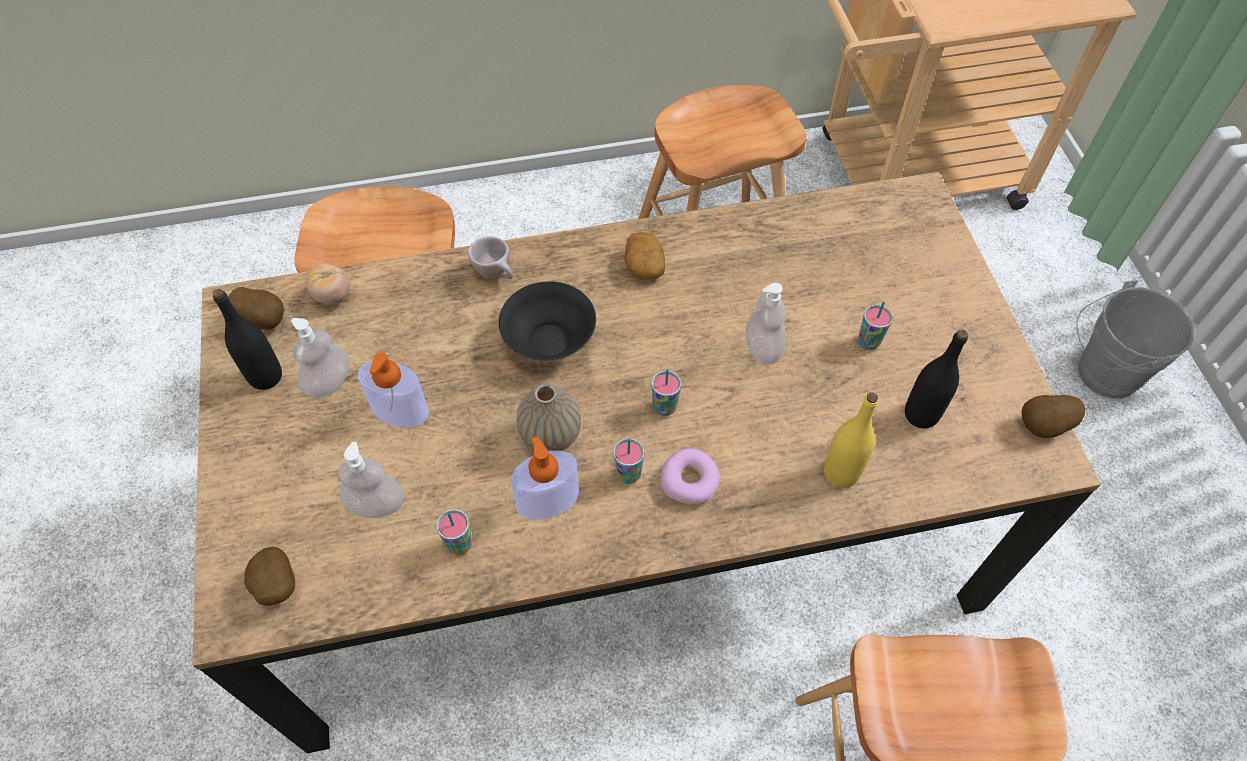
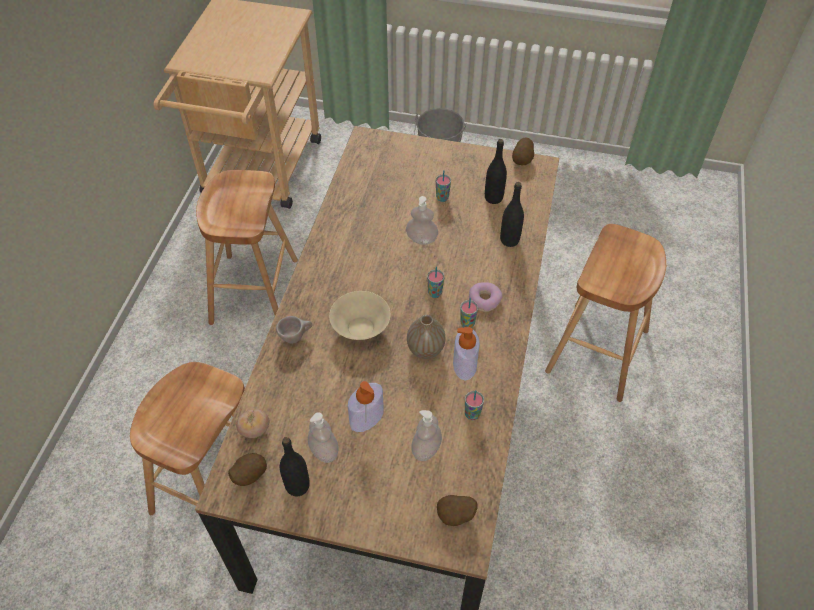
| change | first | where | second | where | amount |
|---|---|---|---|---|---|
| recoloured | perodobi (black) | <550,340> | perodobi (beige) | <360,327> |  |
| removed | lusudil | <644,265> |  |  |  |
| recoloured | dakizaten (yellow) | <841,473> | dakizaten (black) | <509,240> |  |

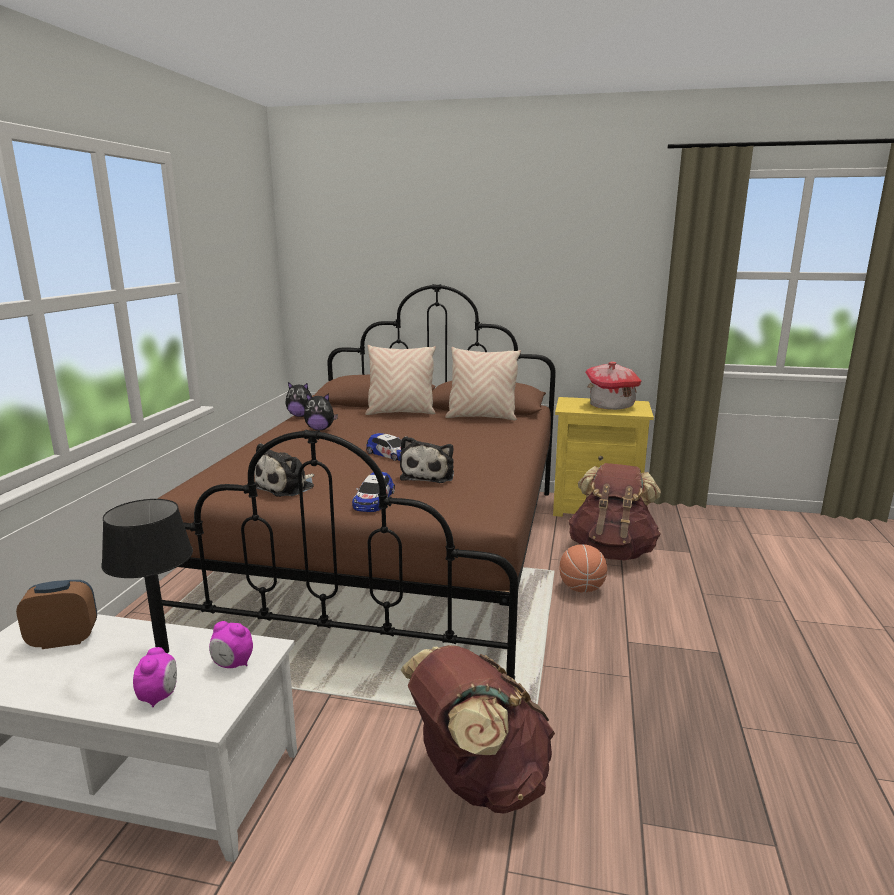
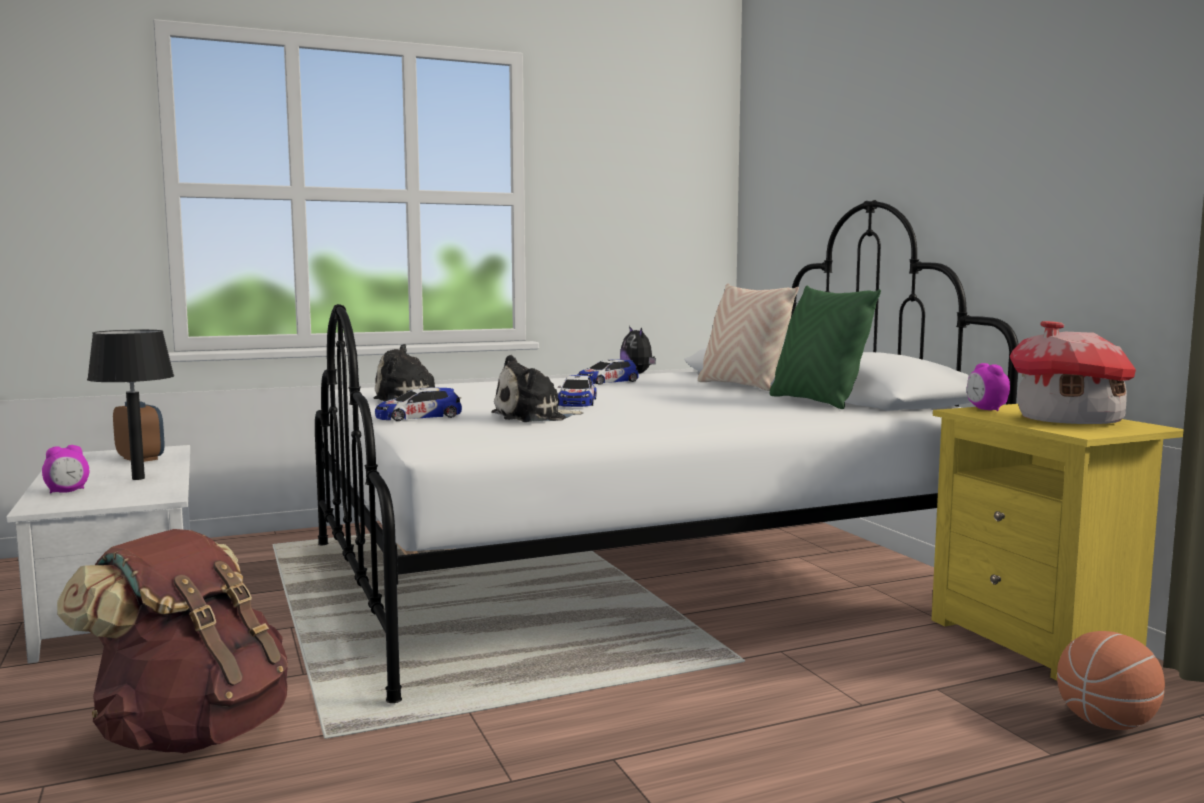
| change | first | where | second | where | amount |
|---|---|---|---|---|---|
| recoloured | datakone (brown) | <397,551> | datakone (white) | <633,571> |  |
| moved | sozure | <232,664> |  | <986,409> |  |
| replaced | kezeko | <320,429> | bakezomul | <607,381> |  |
| recoloured | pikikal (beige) | <481,417> | pikikal (green) | <817,402> |  |
| moved | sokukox | <581,588> |  | <1106,723> |  |
| removed | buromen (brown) | <611,552> |  |  |  |

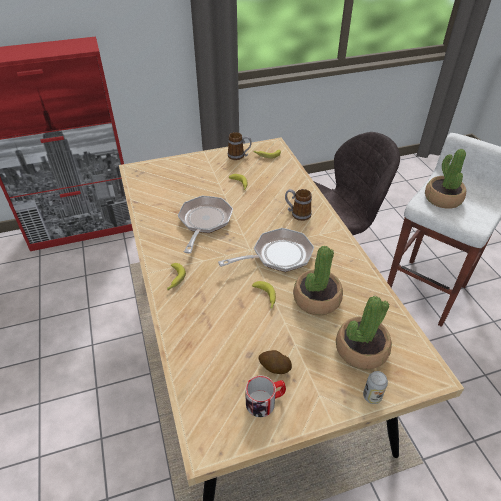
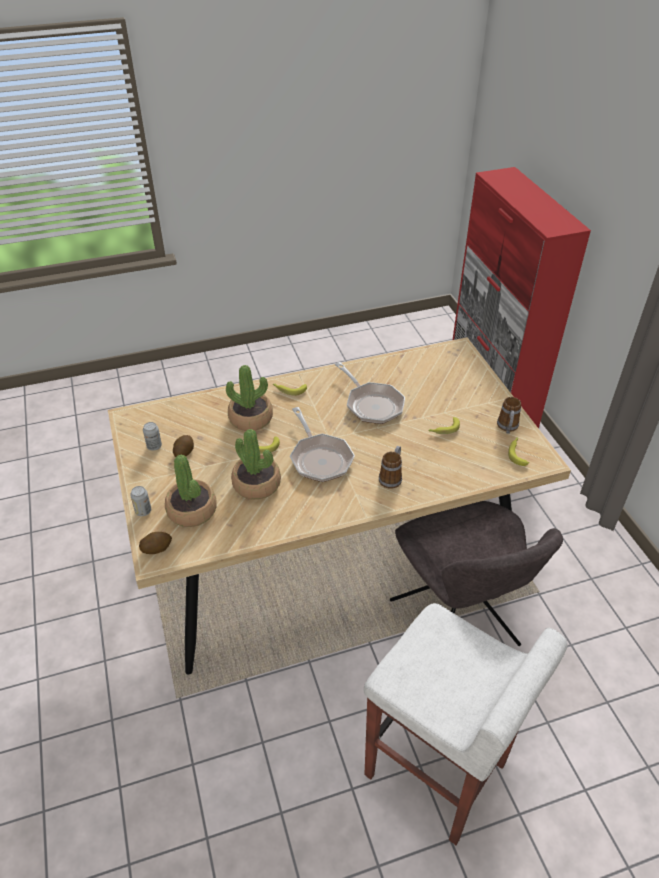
| change | first | where | second | where | amount |
|---|---|---|---|---|---|
| turned | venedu | <204,222> |  | <371,404> | 45 degrees clockwise |
| replaced | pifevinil | <265,401> | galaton | <154,446> |  |
| moved | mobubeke | <442,199> |  | <251,418> |  |
| added |  |  | lusudil | <156,548> |  |

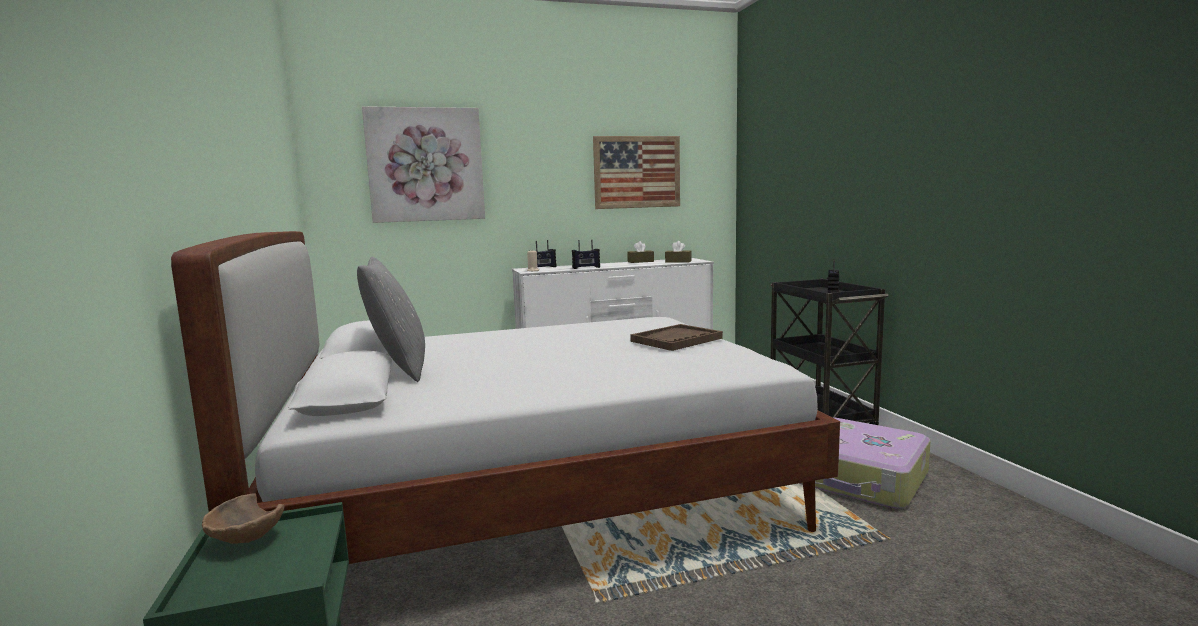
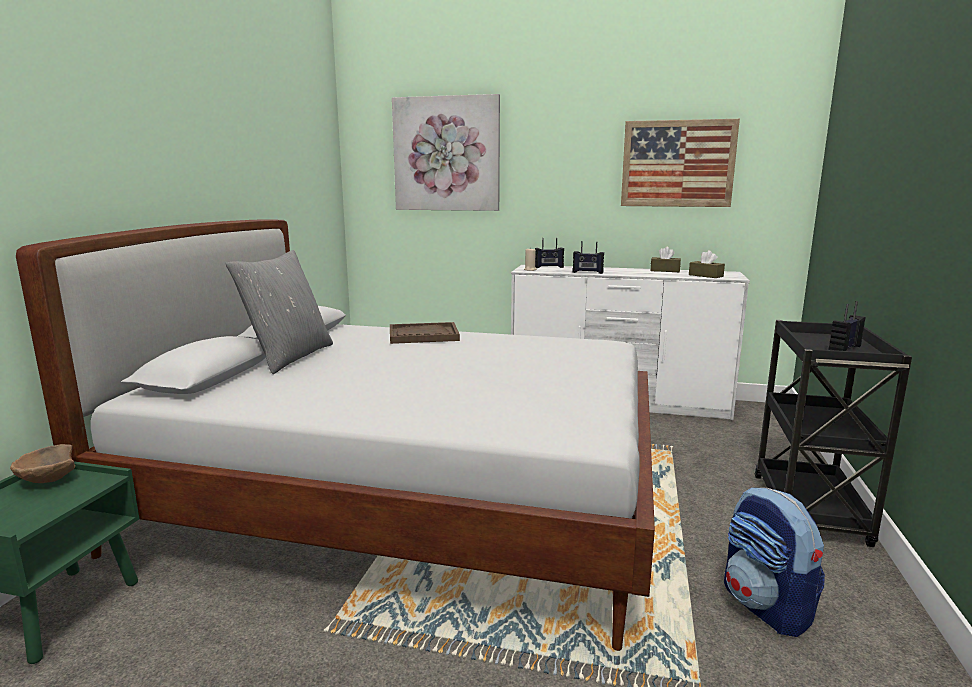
| change | first | where | second | where | amount |
|---|---|---|---|---|---|
| moved | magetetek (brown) | <676,340> |  | <423,335> |  |
| replaced | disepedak | <861,479> | buromen | <766,607> |  |

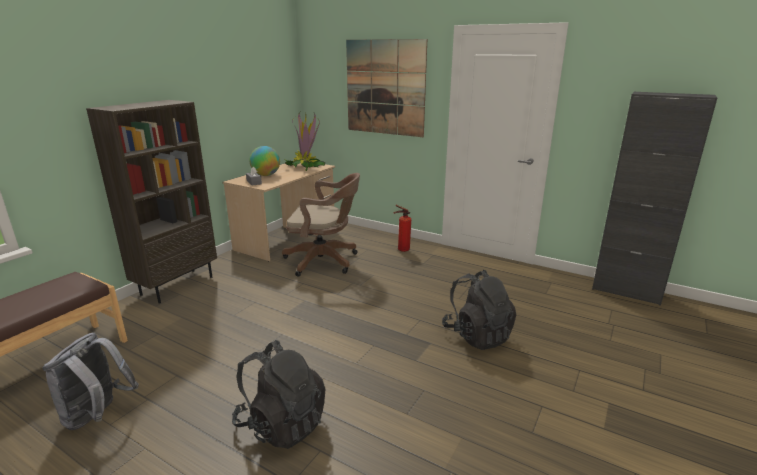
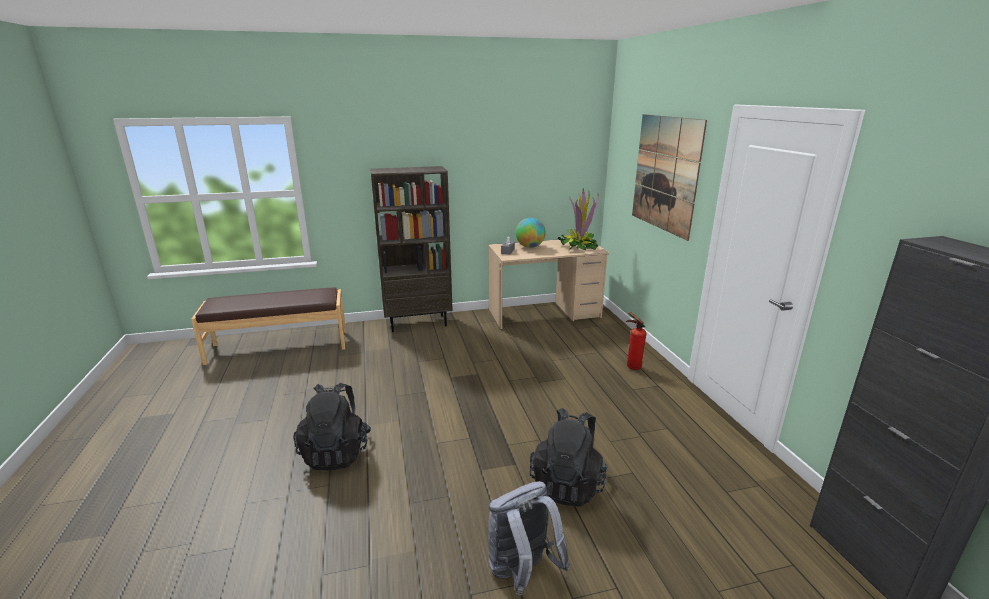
| change | first | where | second | where | amount |
|---|---|---|---|---|---|
| moved | buromen (grey) | <98,416> |  | <522,572> |  |
| removed | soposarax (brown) | <325,261> |  |  |  |

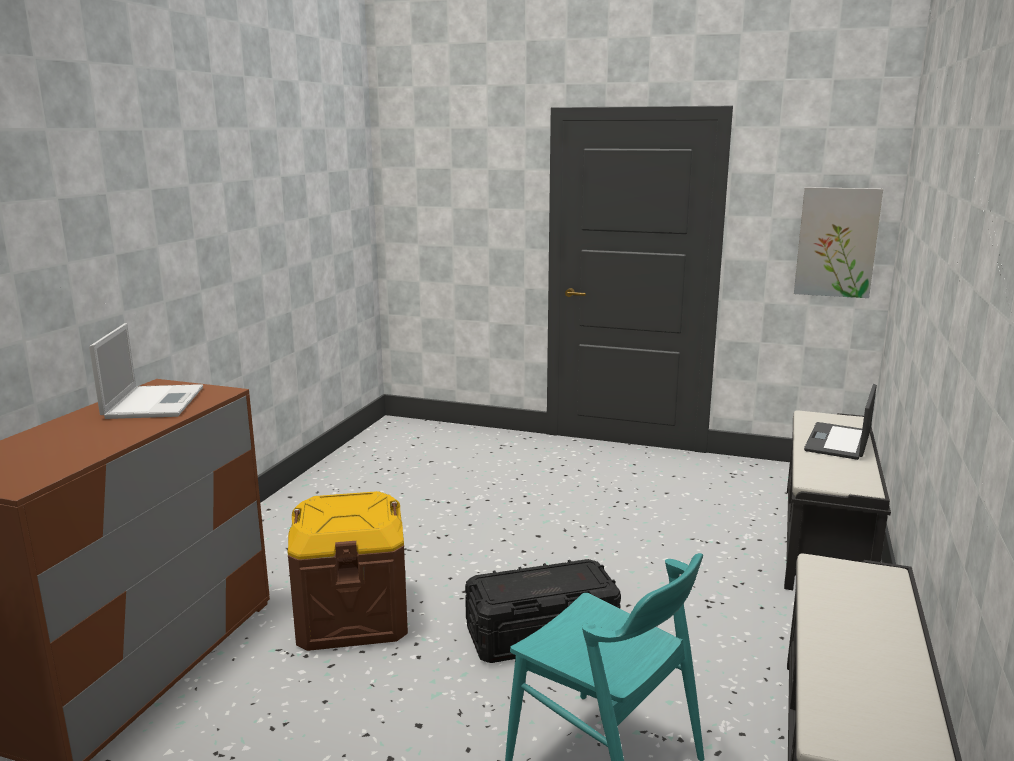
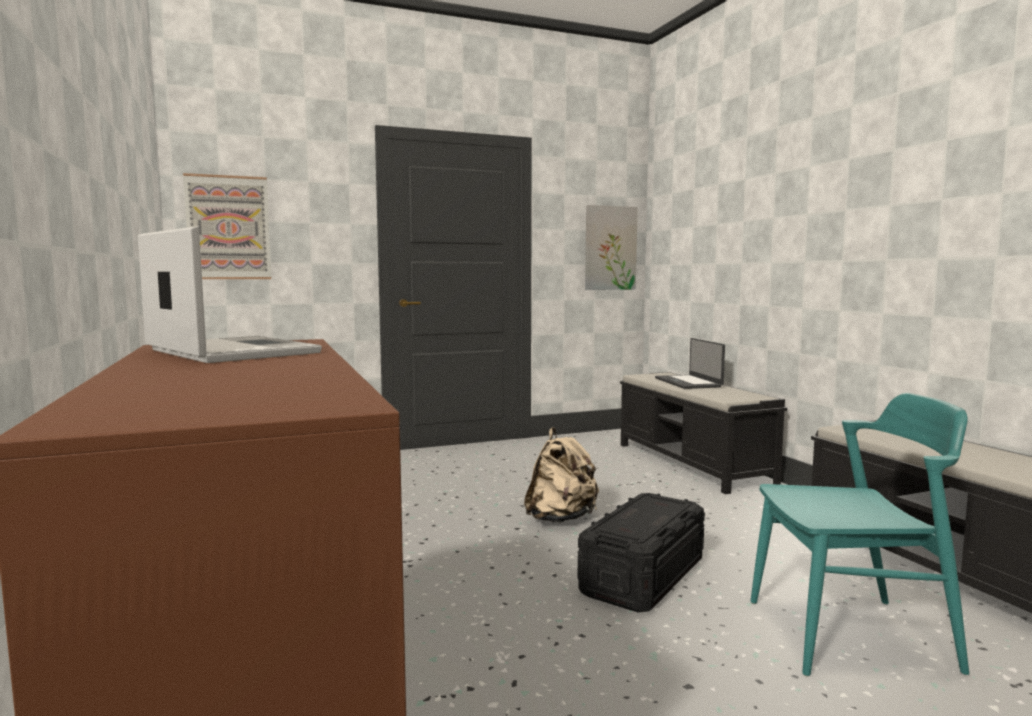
| change | first | where | second | where | amount |
|---|---|---|---|---|---|
| removed | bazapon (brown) | <352,616> |  |  |  |
| added |  |  | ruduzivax | <228,228> |  |
| added |  |  | buromen (beige) | <561,519> |  |

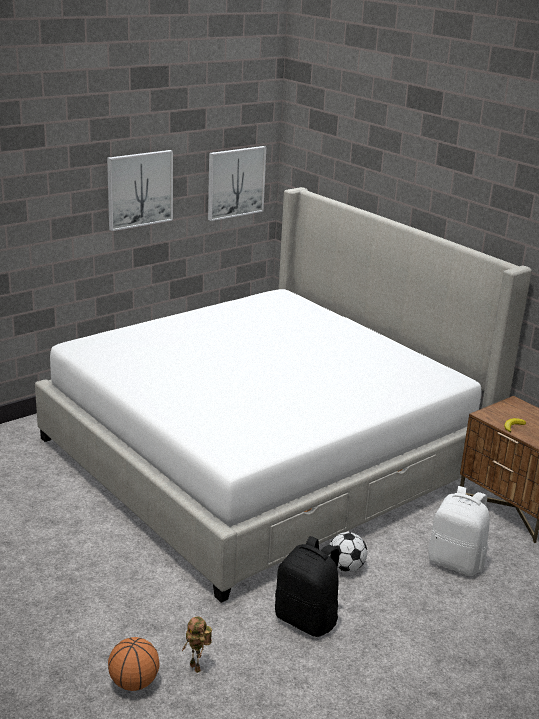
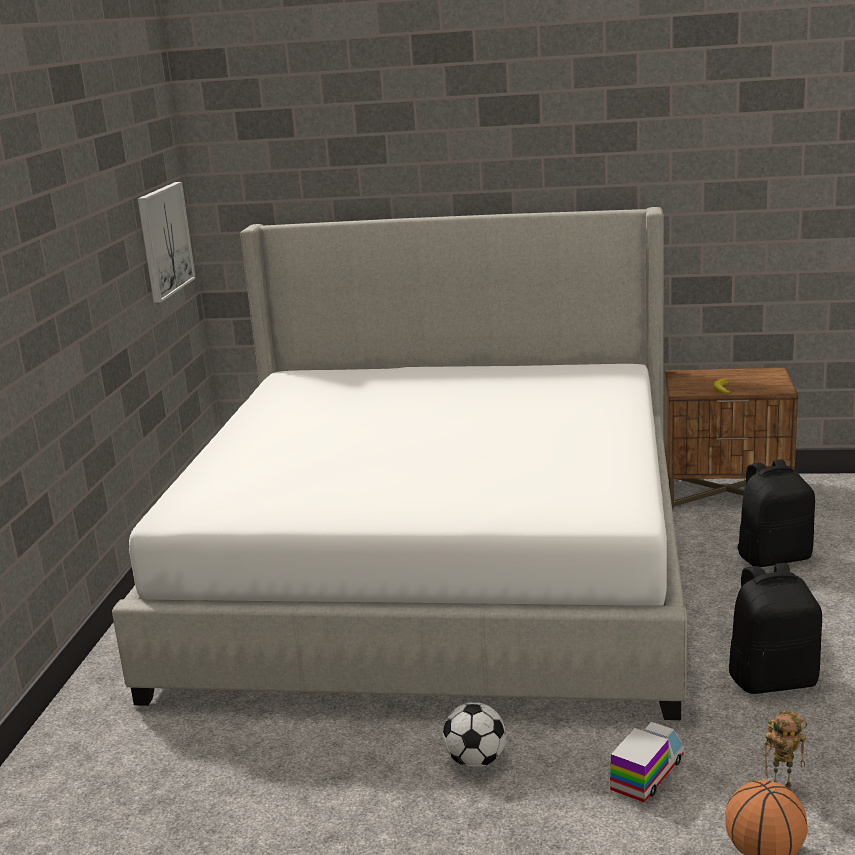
| change | first | where | second | where | amount |
|---|---|---|---|---|---|
| removed | ruduzivax | <139,189> |  |  |  |
| moved | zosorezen | <346,567> |  | <476,761> |  |
| recoloured | buromen (white) | <456,562> | buromen (black) | <774,557> |  |
| added |  |  | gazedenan | <647,775> |  |

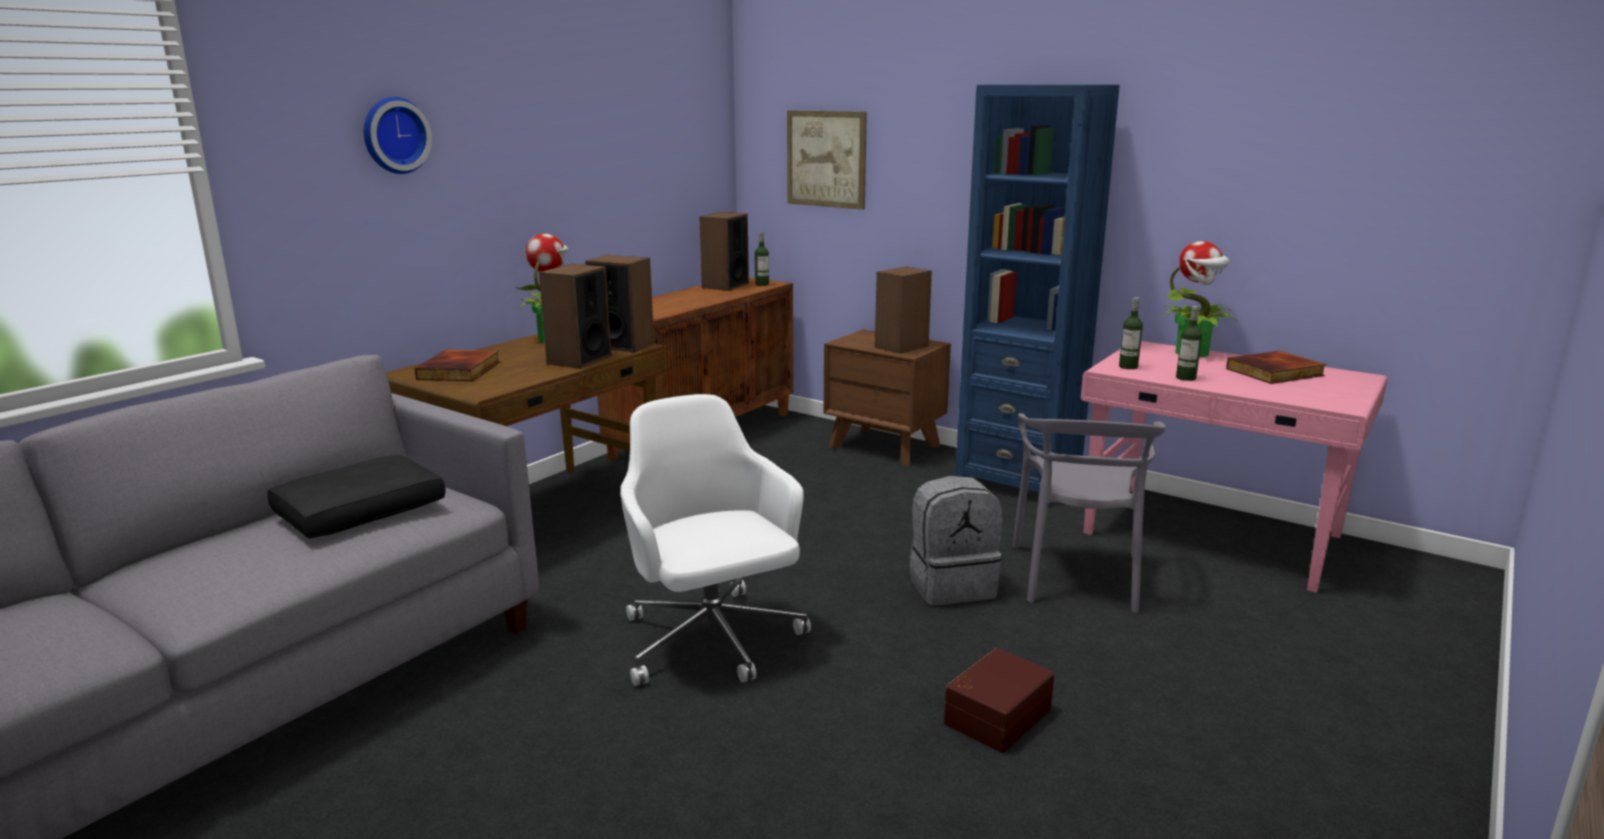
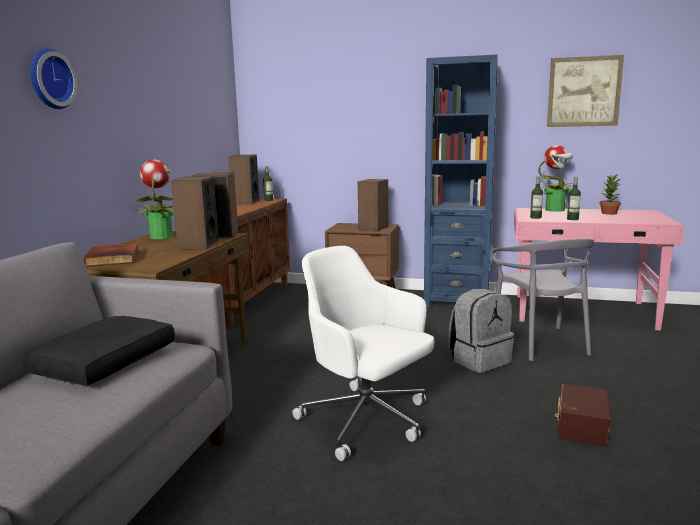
| change | first | where | second | where | amount |
|---|---|---|---|---|---|
| moved | ruduzivax | <826,159> |  | <584,92> |  |
| replaced | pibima | <1275,372> | mobubeke | <609,213> |  |

